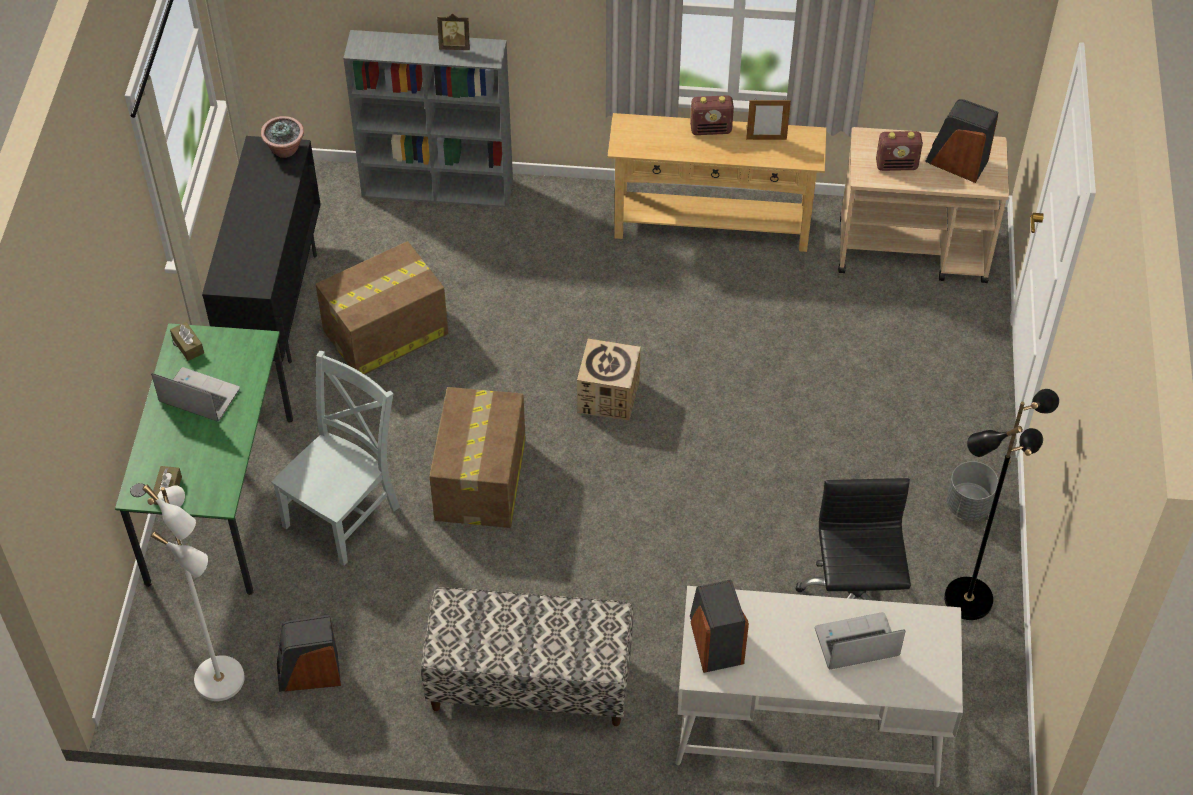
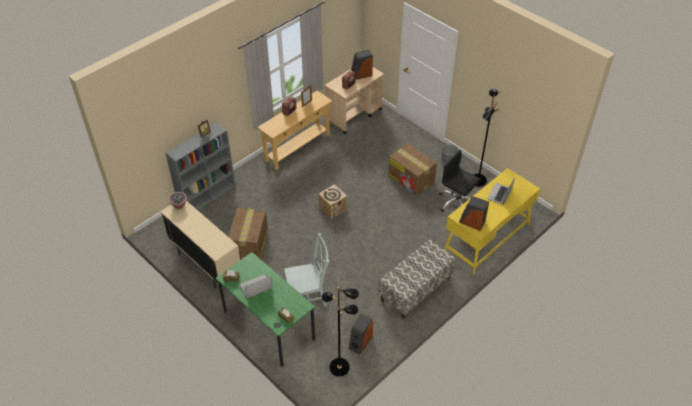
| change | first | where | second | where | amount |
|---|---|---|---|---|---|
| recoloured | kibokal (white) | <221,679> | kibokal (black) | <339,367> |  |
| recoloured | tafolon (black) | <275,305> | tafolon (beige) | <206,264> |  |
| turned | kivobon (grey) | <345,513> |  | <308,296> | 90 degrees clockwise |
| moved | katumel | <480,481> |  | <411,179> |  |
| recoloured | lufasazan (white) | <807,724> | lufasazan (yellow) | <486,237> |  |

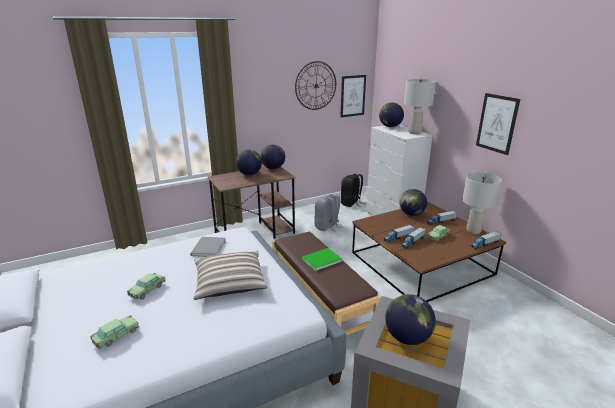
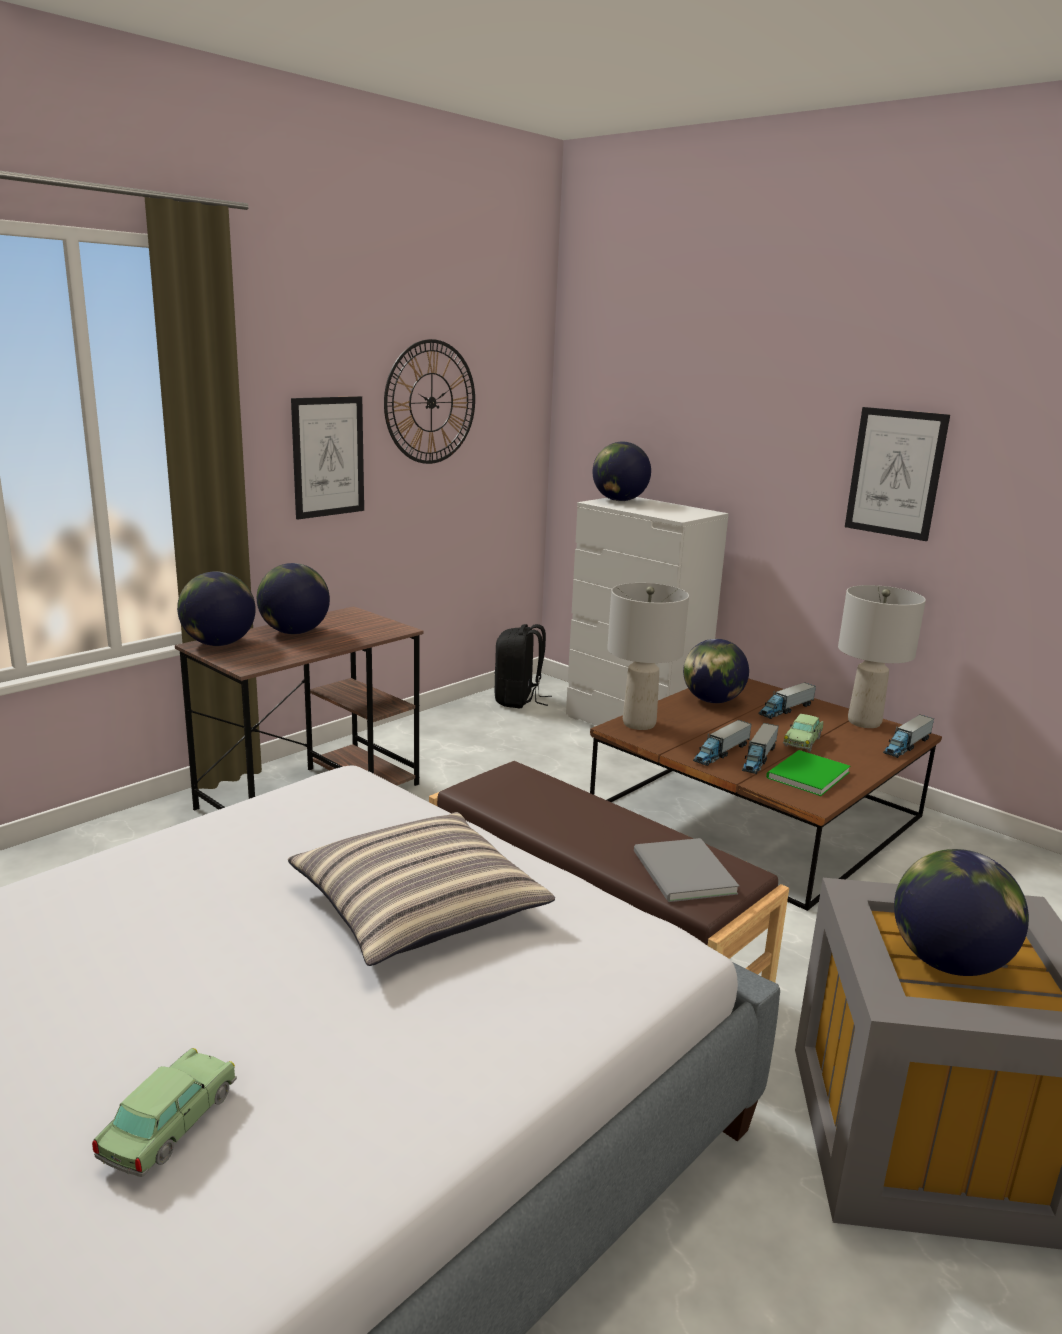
| change | first | where | second | where | amount |
|---|---|---|---|---|---|
| removed | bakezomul | <147,290> |  |  |  |
| moved | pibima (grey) | <207,248> |  | <682,874> |  |
| moved | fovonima | <273,168> |  | <219,643> |  |
| moved | pibima (green) | <320,260> |  | <805,775> |  |
| removed | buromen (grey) | <327,227> |  |  |  |
| moved | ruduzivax | <353,96> |  | <328,457> |  |
| moved | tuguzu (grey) | <414,133> |  | <638,724> |  |

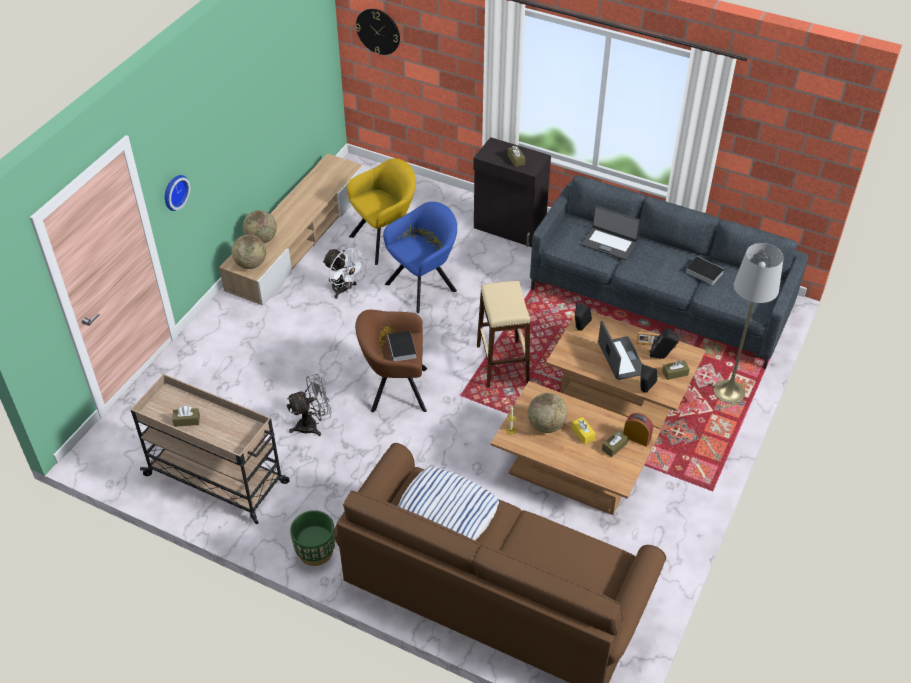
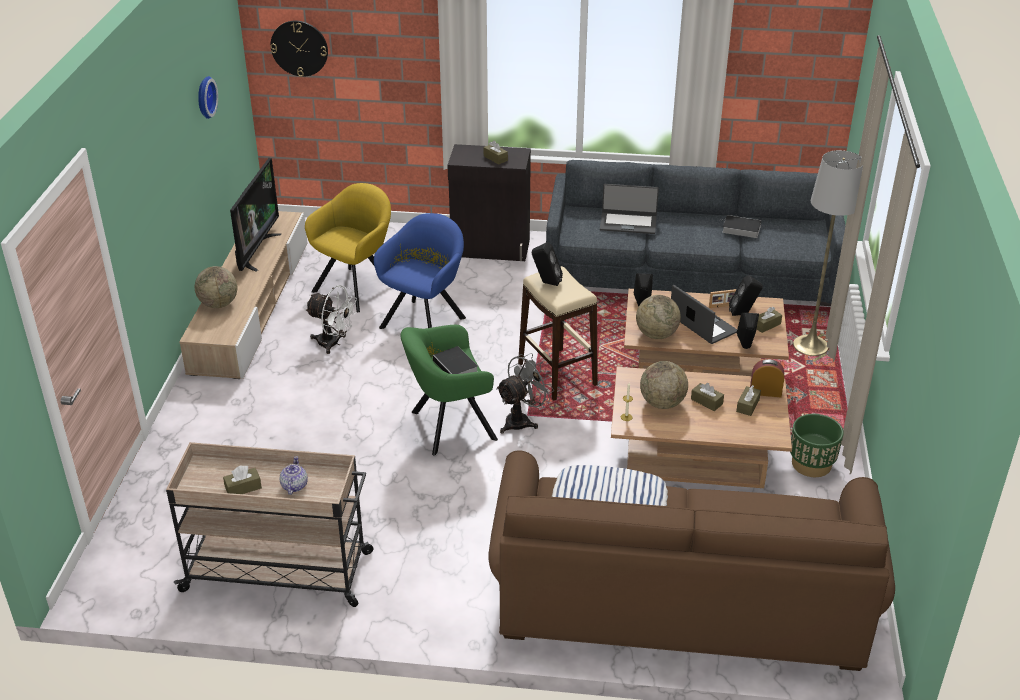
| change | first | where | second | where | amount |
|---|---|---|---|---|---|
| moved | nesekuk | <174,191> |  | <204,97> |  |
| moved | fovonima | <251,264> |  | <656,335> |  |
| moved | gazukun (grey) | <313,425> |  | <522,420> |  |
| moved | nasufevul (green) | <315,551> |  | <811,464> |  |
| recoloured | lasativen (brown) | <394,389> | lasativen (green) | <448,426> |  |
| recoloured | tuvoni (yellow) | <583,434> | tuvoni (brown) | <706,401> |  |
| added |  |  | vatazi | <256,251> |  |
| added |  |  | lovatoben | <294,486> |  |
| added |  |  | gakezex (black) | <546,283> |  |

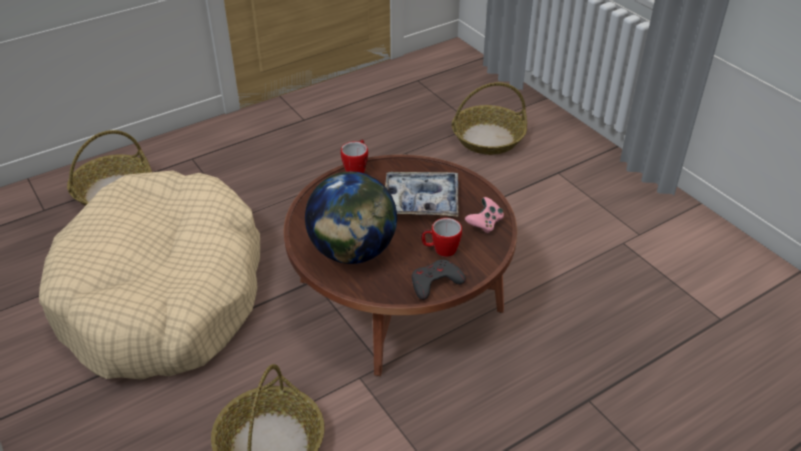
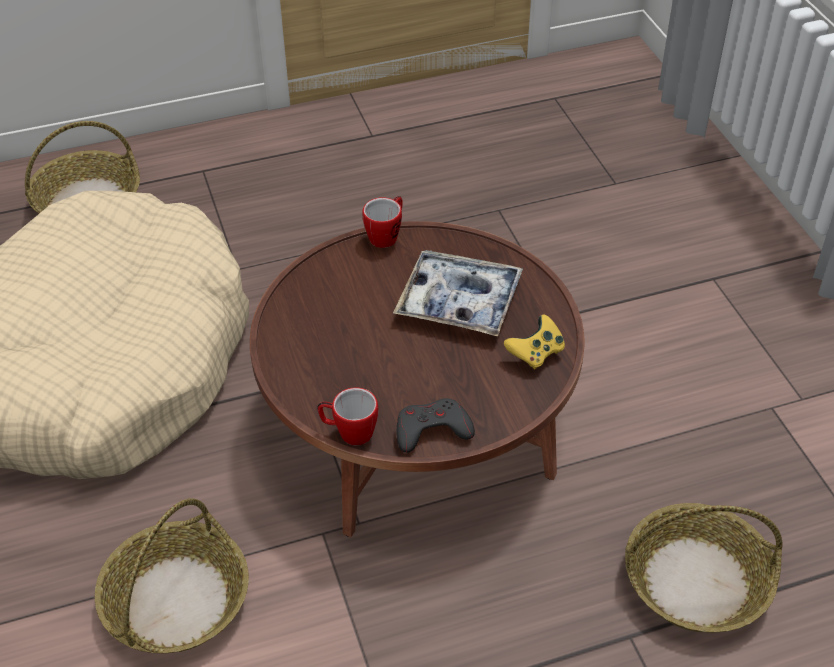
| change | first | where | second | where | amount |
|---|---|---|---|---|---|
| removed | fovonima | <352,252> |  |  |  |
| moved | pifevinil | <440,250> |  | <349,432> |  |
| moved | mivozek | <487,138> |  | <695,582> |  |
| recoloured | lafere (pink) | <485,223> | lafere (yellow) | <535,353> |  |

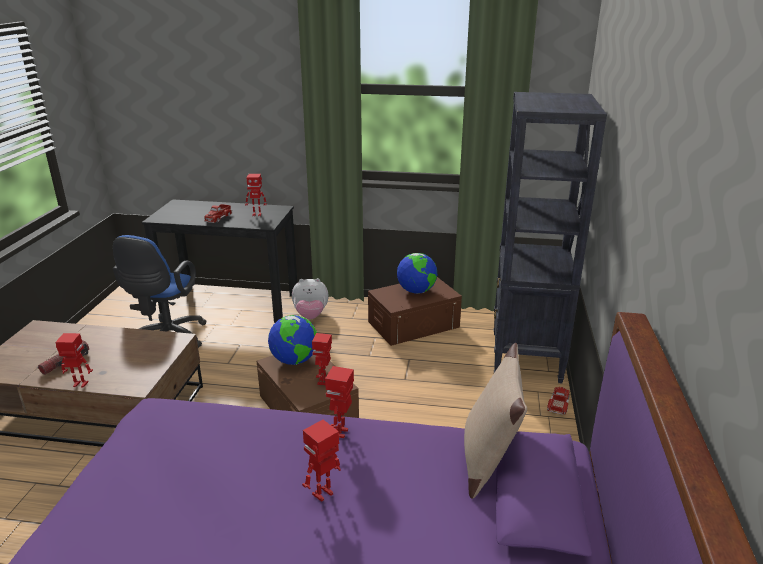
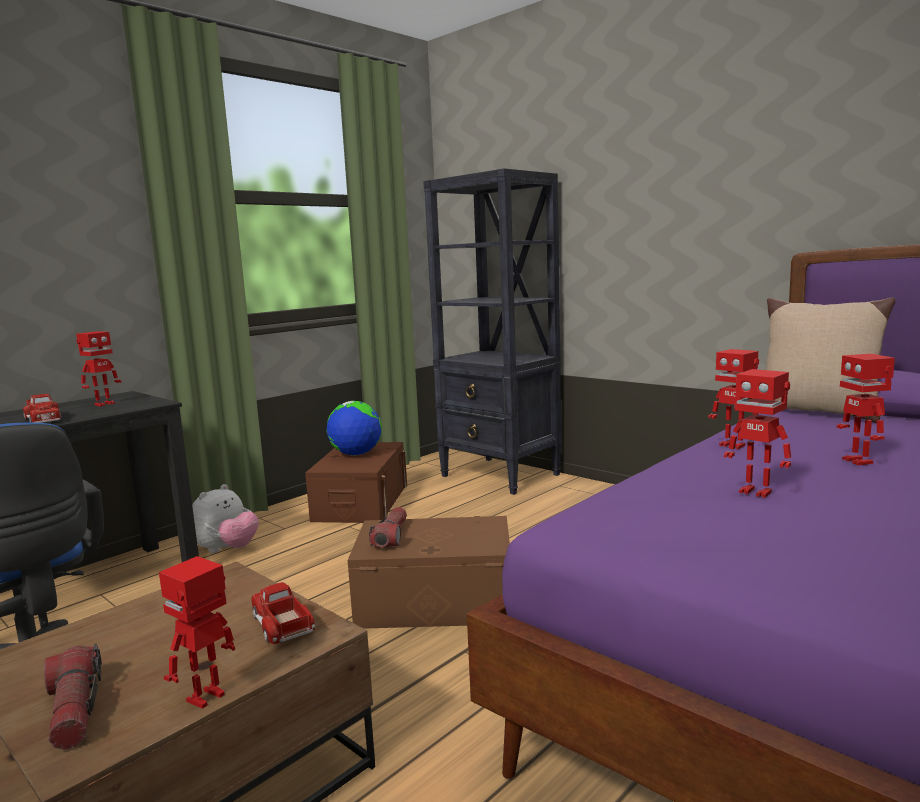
| change | first | where | second | where | amount |
|---|---|---|---|---|---|
| replaced | fovonima | <294,360> | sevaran | <391,536> |  |
| moved | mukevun | <323,382> |  | <756,492> |  |
| moved | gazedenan | <558,404> |  | <281,625> |  |

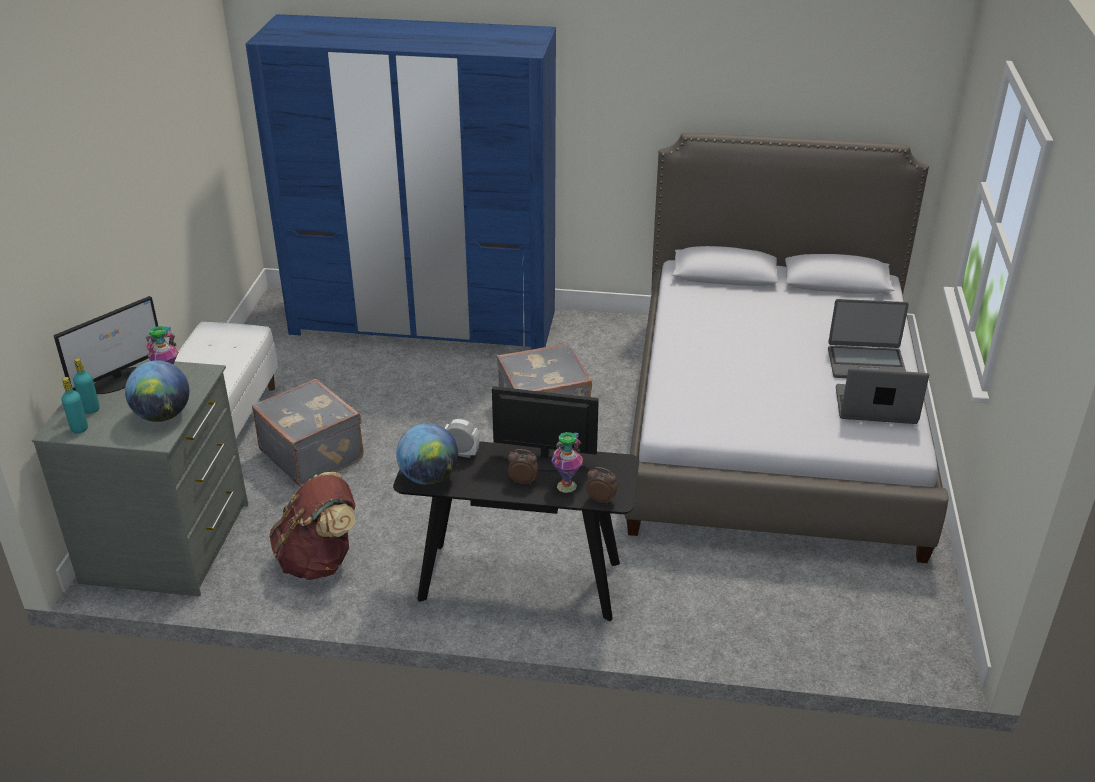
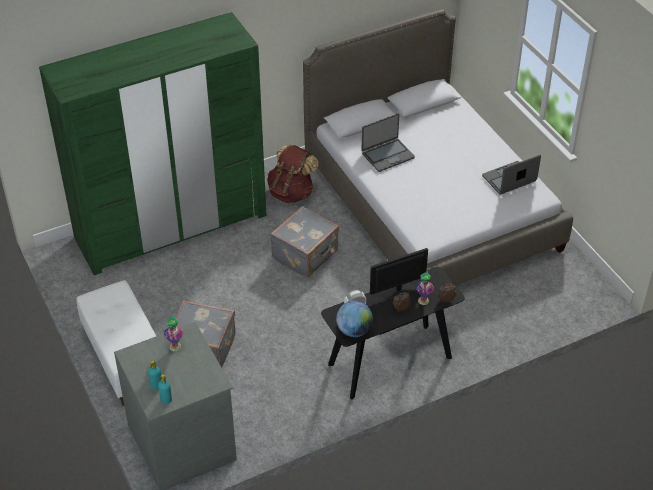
| change | first | where | second | where | amount |
|---|---|---|---|---|---|
| removed | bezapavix | <119,380> |  |  |  |
| removed | fovonima | <163,415> |  |  |  |
| recoloured | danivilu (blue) | <424,323> | danivilu (green) | <171,226> |  |
| moved | buromen (brown) | <319,560> |  | <291,192> |  |
| moved | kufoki | <866,364> |  | <387,155> |  |

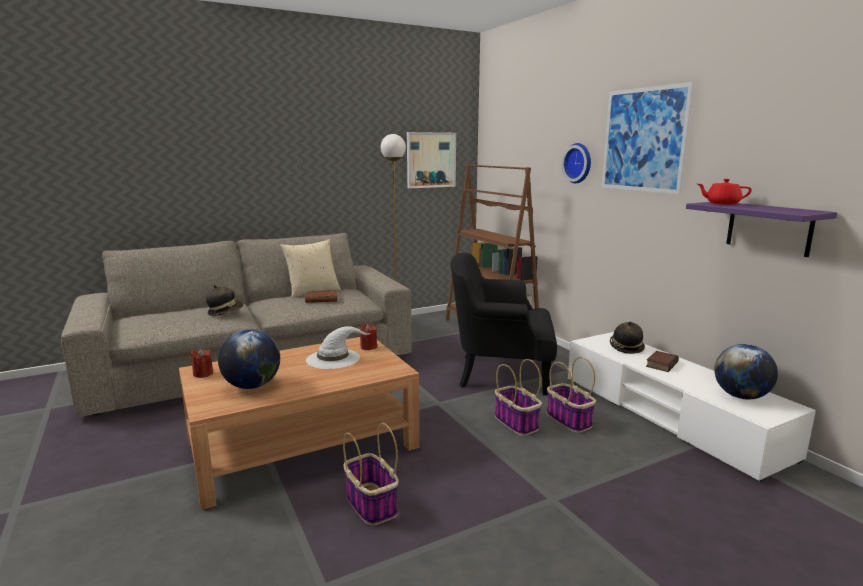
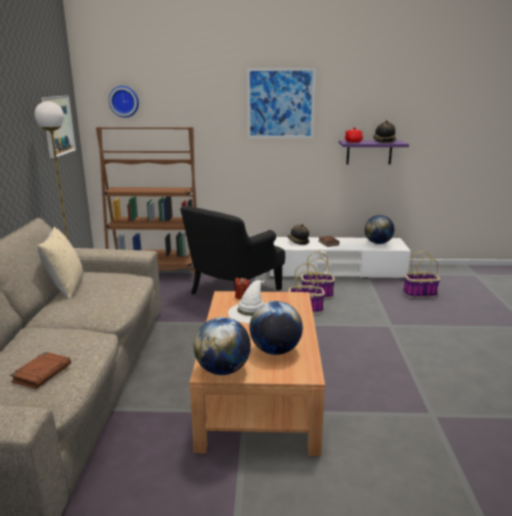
| change | first | where | second | where | amount |
|---|---|---|---|---|---|
| replaced | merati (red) | <203,374> | fovonima | <223,370> |  |
| moved | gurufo | <225,312> |  | <384,141> |  |
| moved | pibima (brown) | <322,299> |  | <42,373> |  |
| moved | mivozek | <370,504> |  | <419,293> |  |
| moved | nesekuk | <579,163> |  | <124,101> |  |

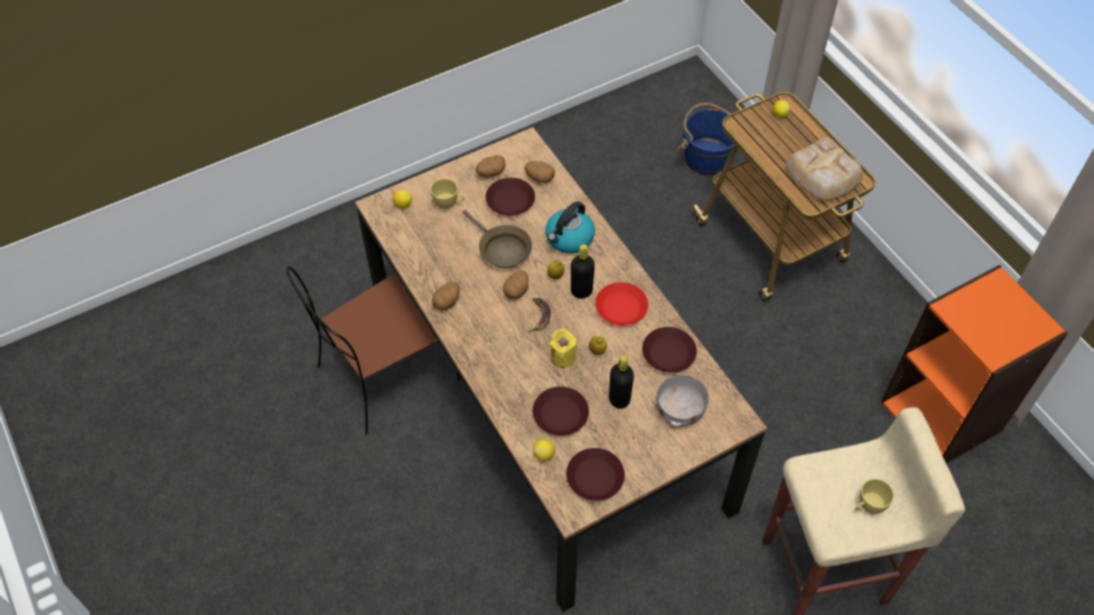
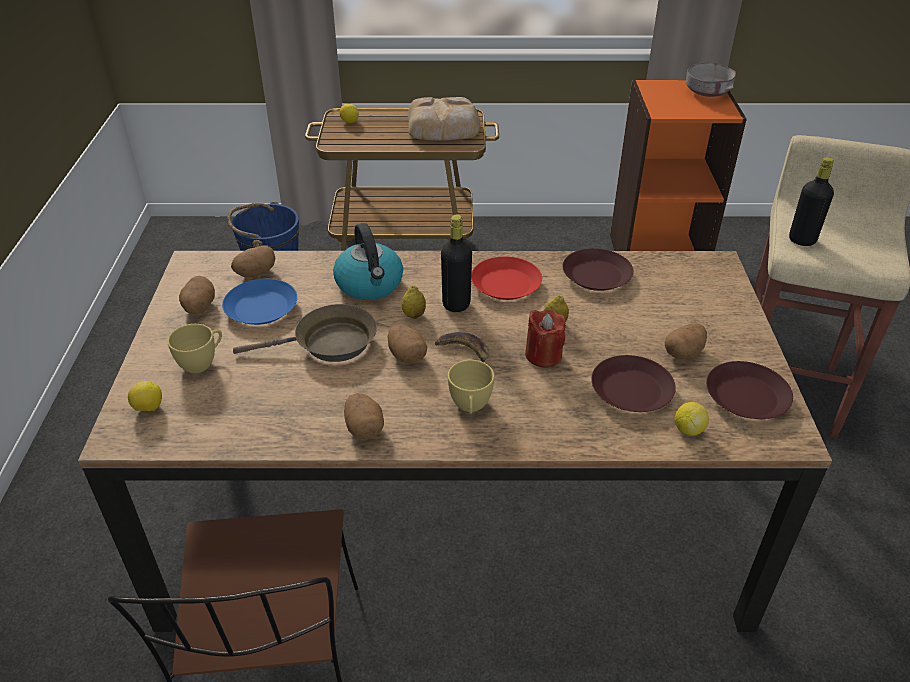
| change | first | where | second | where | amount |
|---|---|---|---|---|---|
| recoloured | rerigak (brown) | <510,200> | rerigak (blue) | <260,308> |  |
| recoloured | merati (yellow) | <563,357> | merati (red) | <543,355> |  |
| moved | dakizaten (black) | <619,399> |  | <802,240> |  |
| moved | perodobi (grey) | <680,408> |  | <707,92> |  |
| moved | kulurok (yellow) | <868,506> |  | <470,407> |  |
| added |  |  | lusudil | <684,353> |  |

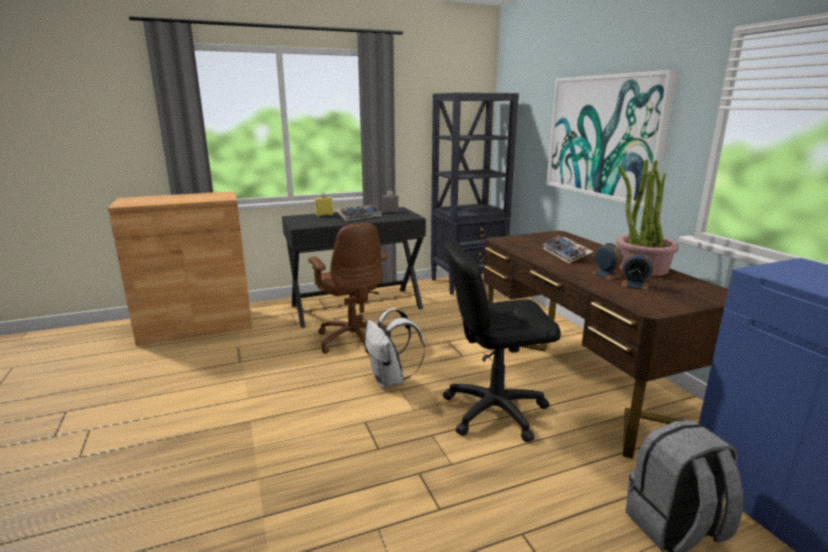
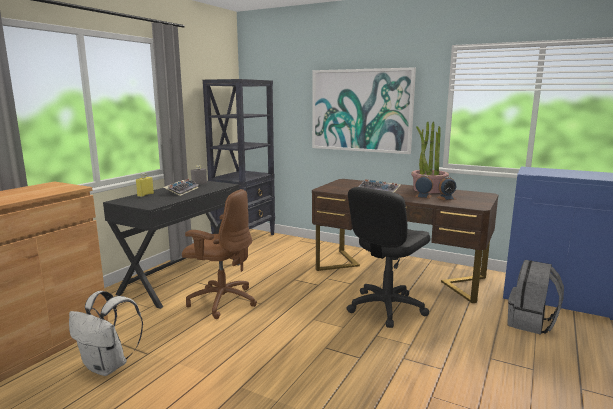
| change | first | where | second | where | amount |
|---|---|---|---|---|---|
| moved | buromen (white) | <390,381> |  | <108,366> |  |

